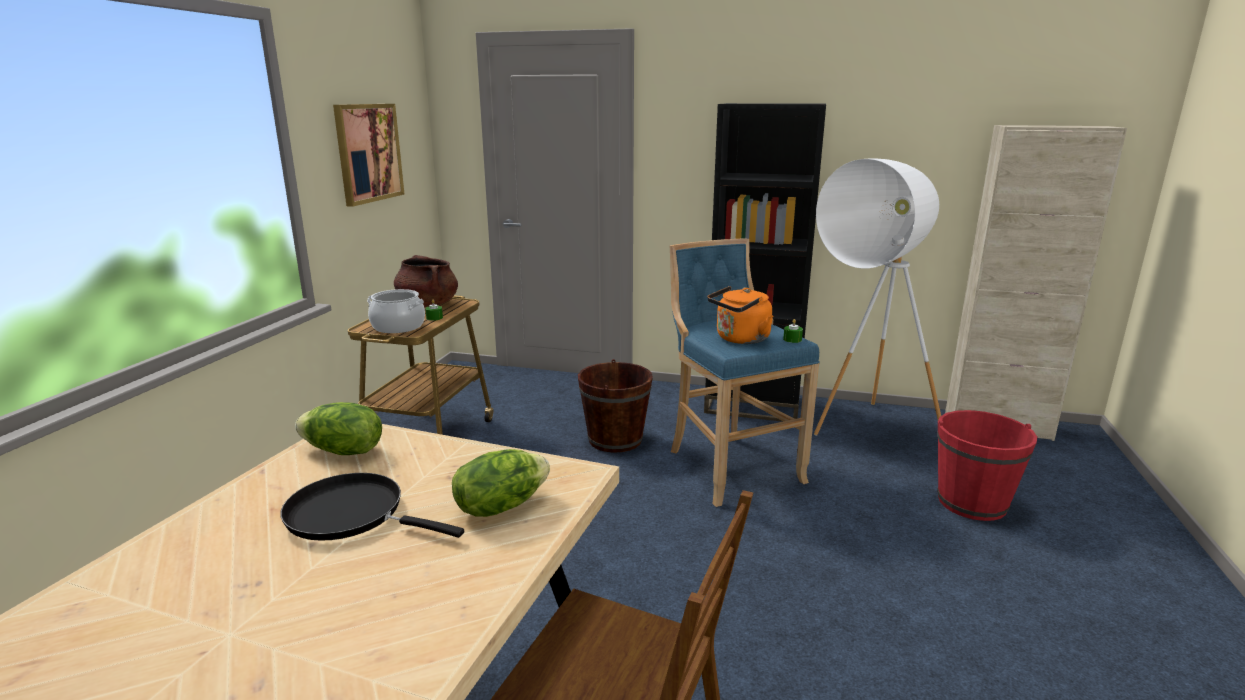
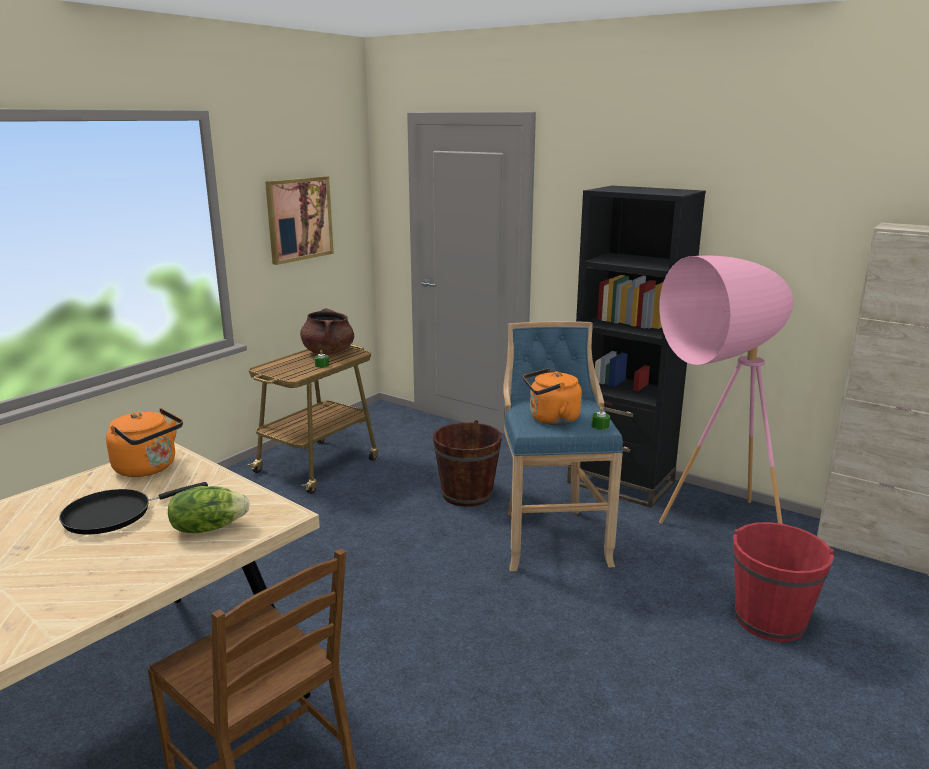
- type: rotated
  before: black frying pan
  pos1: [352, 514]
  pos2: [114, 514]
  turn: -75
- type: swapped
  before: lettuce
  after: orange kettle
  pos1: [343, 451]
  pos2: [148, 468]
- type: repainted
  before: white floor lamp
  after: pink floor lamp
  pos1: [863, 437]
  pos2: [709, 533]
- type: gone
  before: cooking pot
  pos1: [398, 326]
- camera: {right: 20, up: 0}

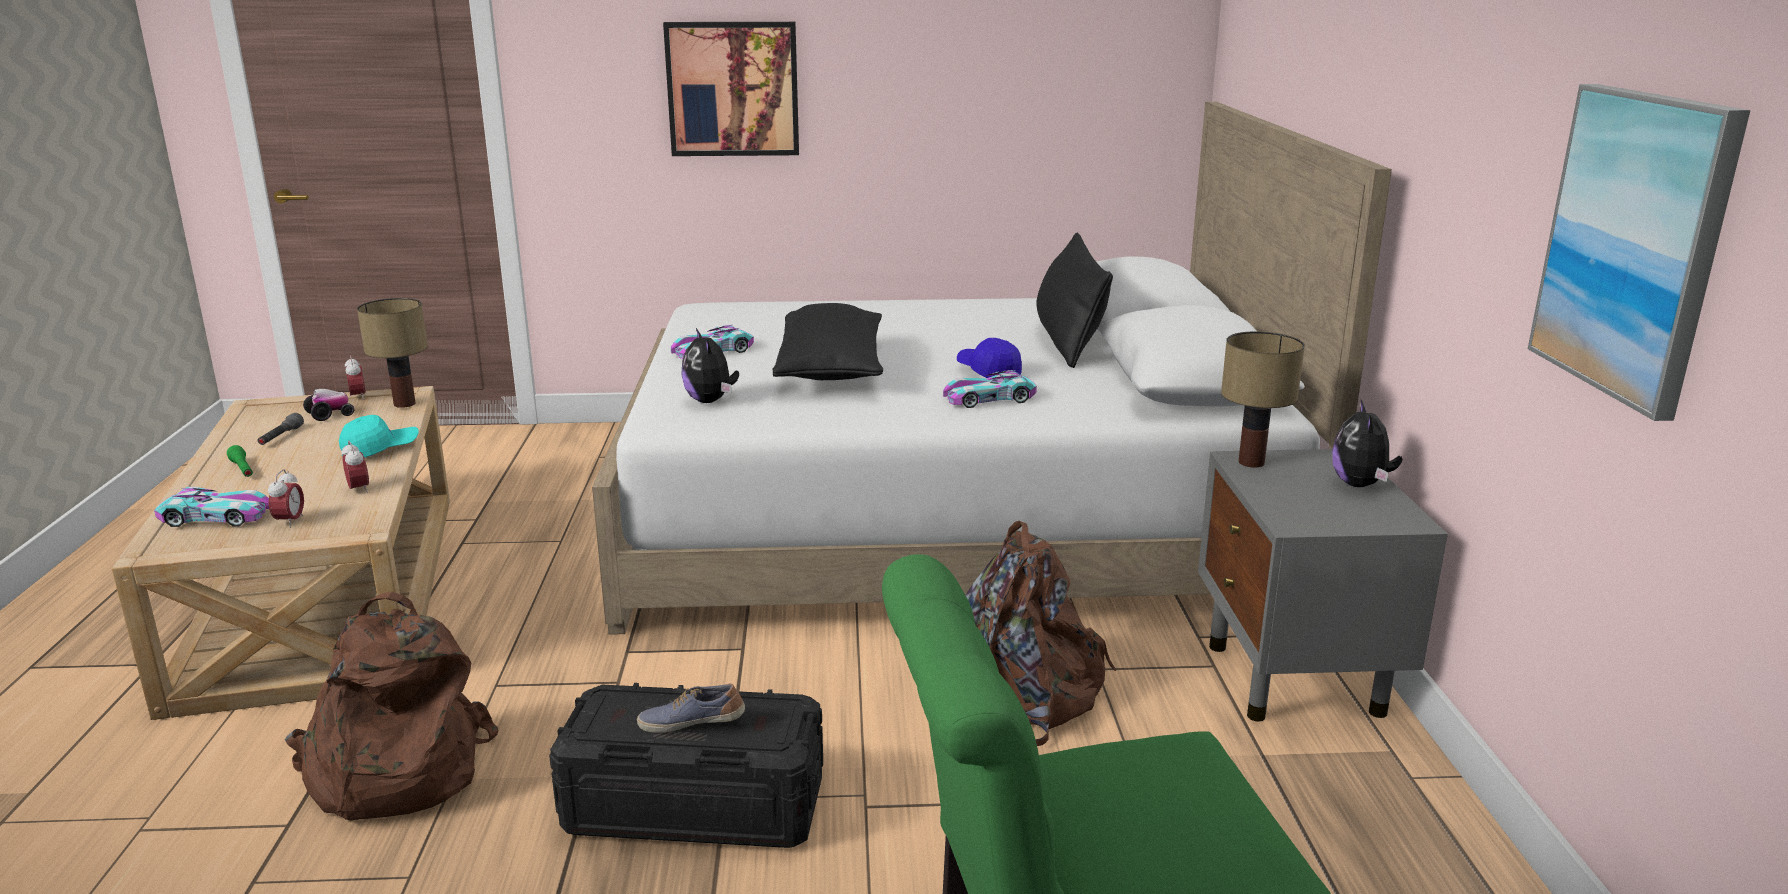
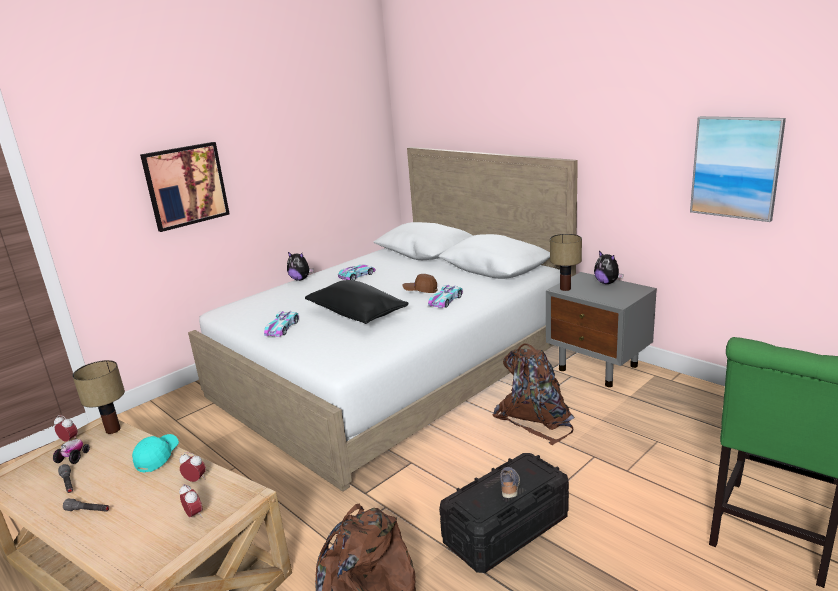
- type: repainted
  before: green flashlight
  after: grey flashlight
  pos1: [243, 470]
  pos2: [88, 511]
- type: shifted
  before: plush toy
  pos1: [710, 401]
  pos2: [300, 279]
- type: shifted
  before: toy car
  pos1: [216, 517]
  pos2: [357, 276]
- type: repainted
  before: blue cap
  after: brown cap
  pos1: [988, 372]
  pos2: [420, 291]
- type: rotated
  before: shoe
  pos1: [692, 723]
  pos2: [510, 487]
  turn: 135
- type: gone
  before: black pillow
  pos1: [1069, 340]
- camera: {right: -40, up: 0}

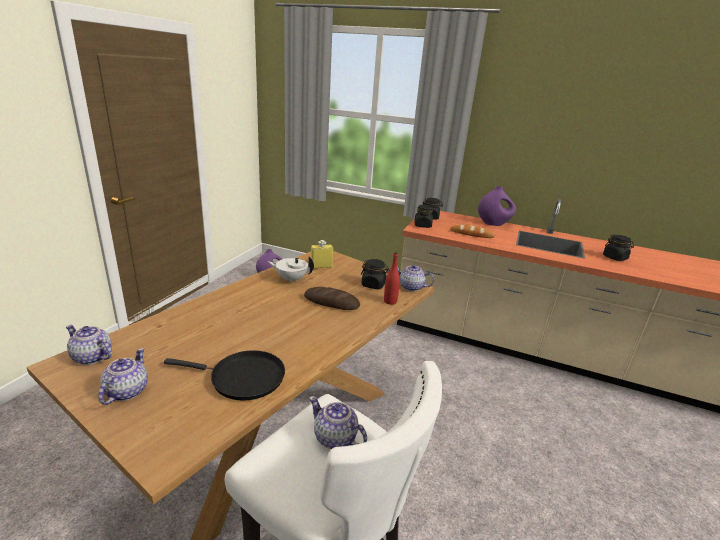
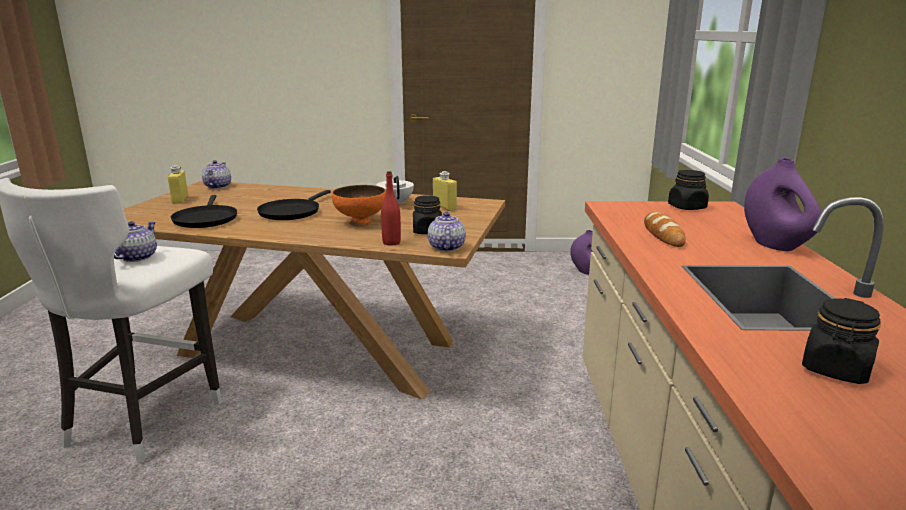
- type: swapped
  before: teapot
  after: yellow bottle
  pos1: [126, 392]
  pos2: [180, 200]
- type: new
  after: black frying pan
  pos2: [291, 212]
- type: swapped
  before: bread
  after: orange bowl
  pos1: [331, 302]
  pos2: [361, 222]
- type: gone
  before: black jar
  pos1: [422, 225]
- camera: {right: 70, up: -5}

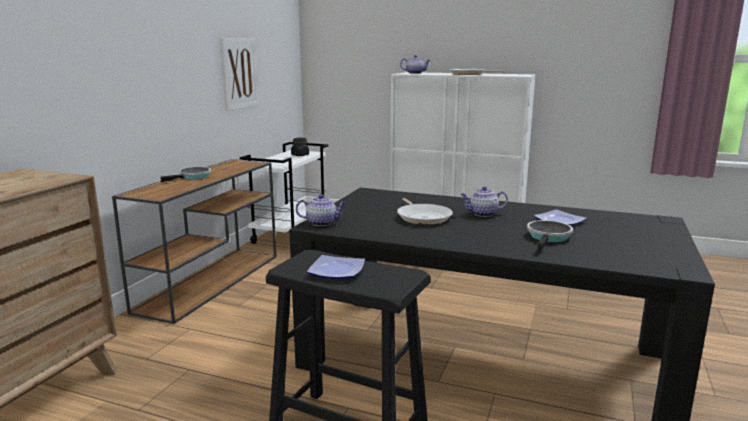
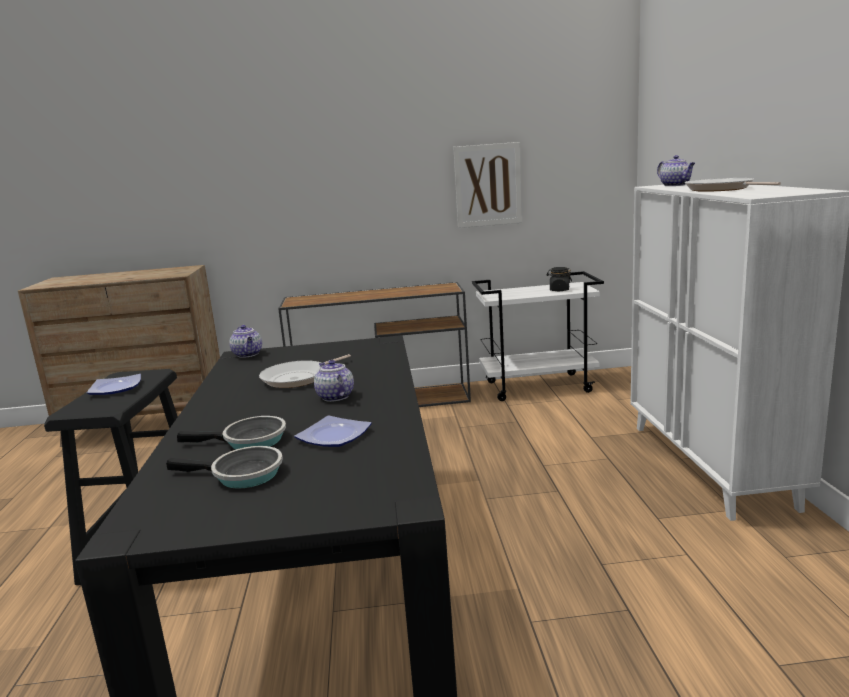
- type: shifted
  before: frying pan
  pos1: [193, 177]
  pos2: [242, 475]
- camera: {right: 65, up: 0}

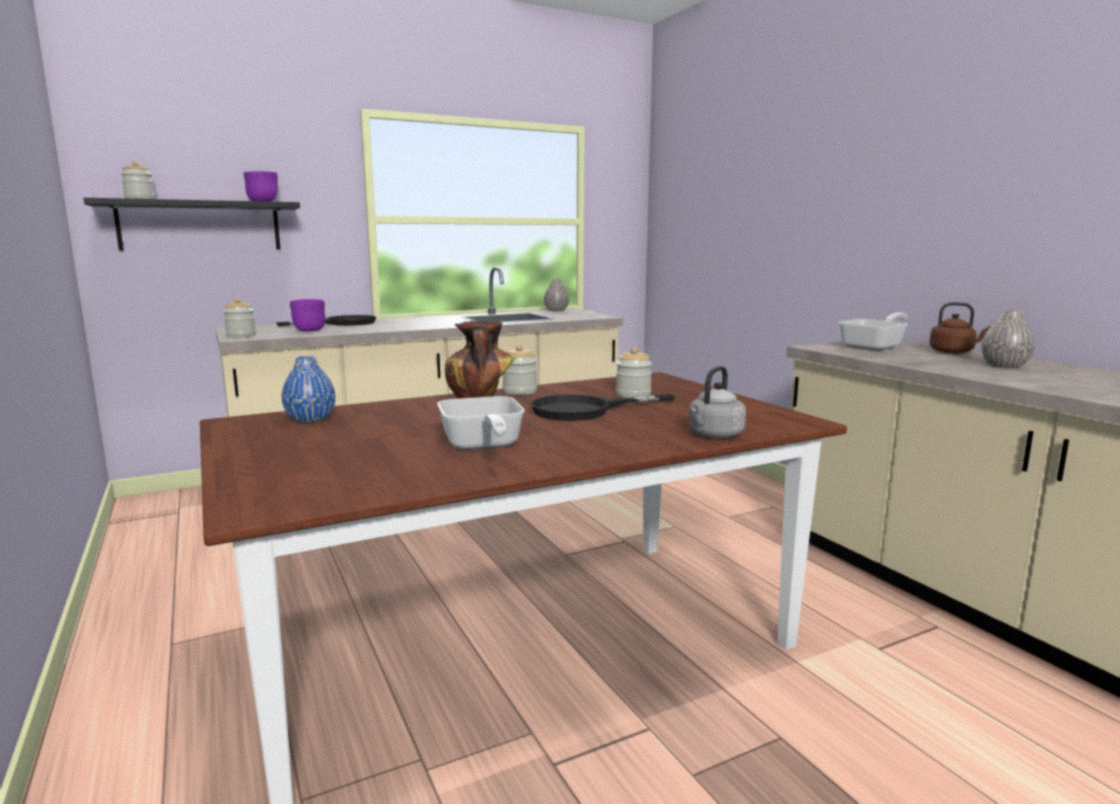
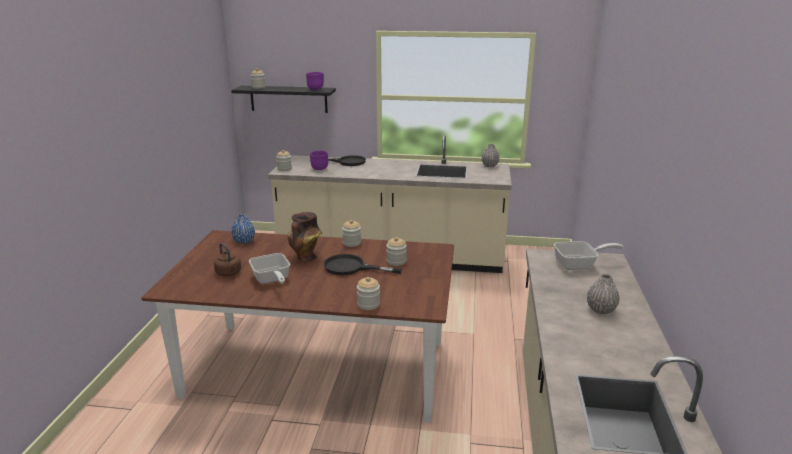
- type: shifted
  before: brown kettle
  pos1: [953, 352]
  pos2: [229, 273]
- type: rotated
  before: frying pan
  pos1: [481, 446]
  pos2: [271, 280]
  turn: -45
- type: swapped
  before: grey kettle
  after: jar
  pos1: [714, 435]
  pos2: [368, 304]
- camera: {right: 35, up: 10}

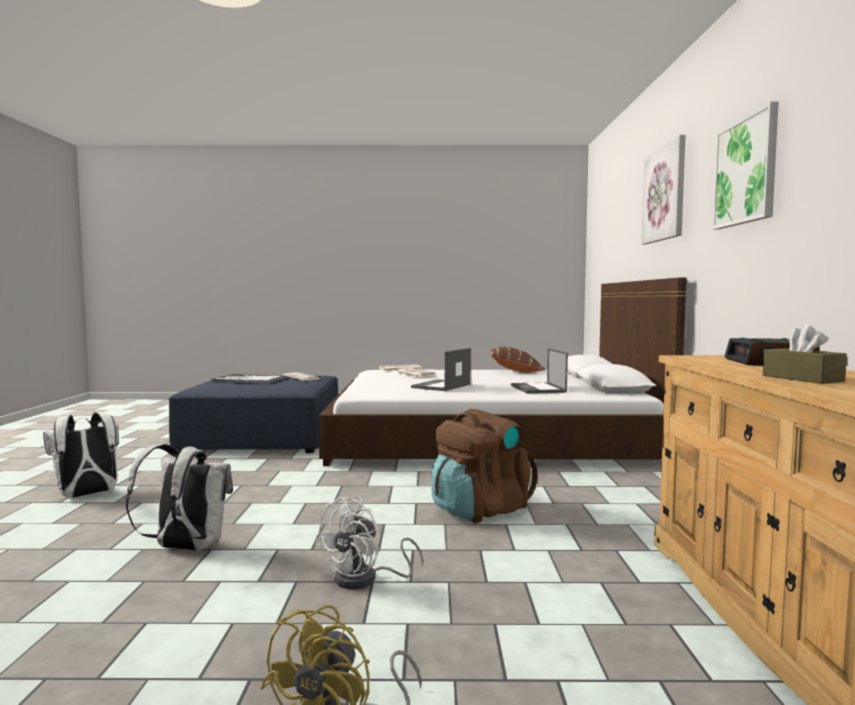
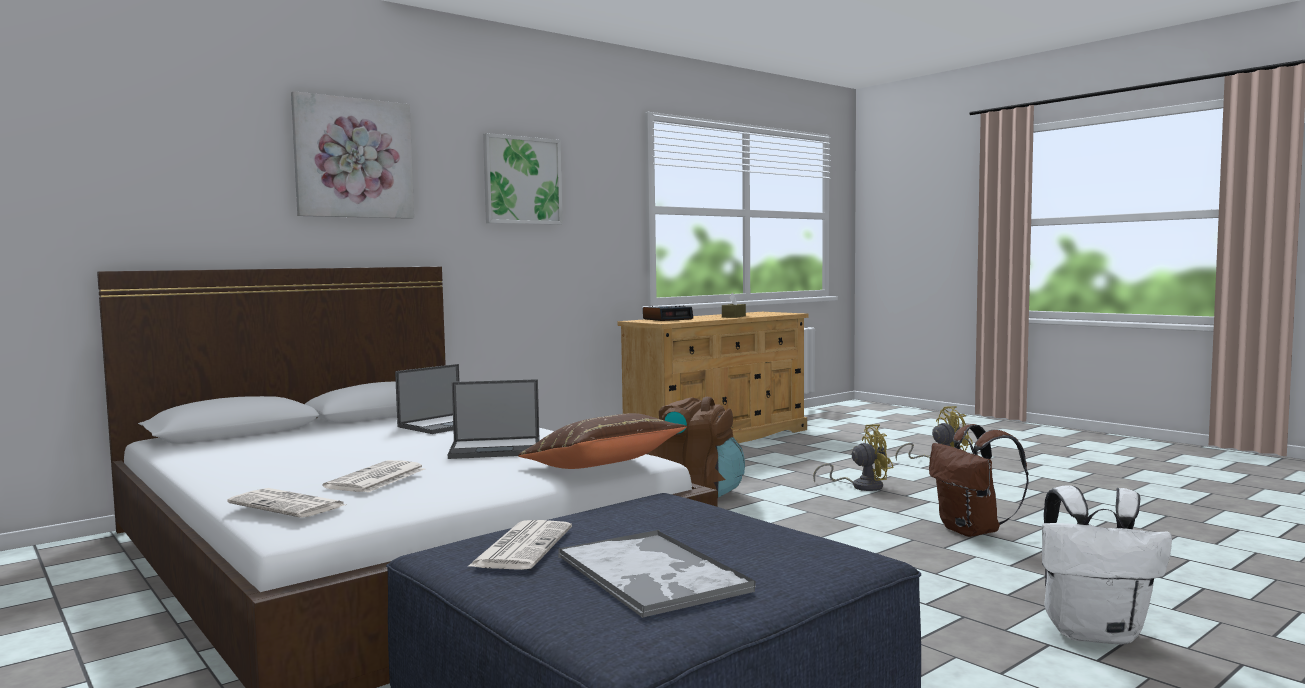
- type: shifted
  before: brown pillow
  pos1: [515, 371]
  pos2: [602, 467]
- type: repainted
  before: white fan
  after: yellow fan
  pos1: [365, 579]
  pos2: [861, 486]
- type: repainted
  before: white backpack
  after: brown backpack
  pos1: [185, 548]
  pos2: [973, 531]
- camera: {right: -130, up: 0}

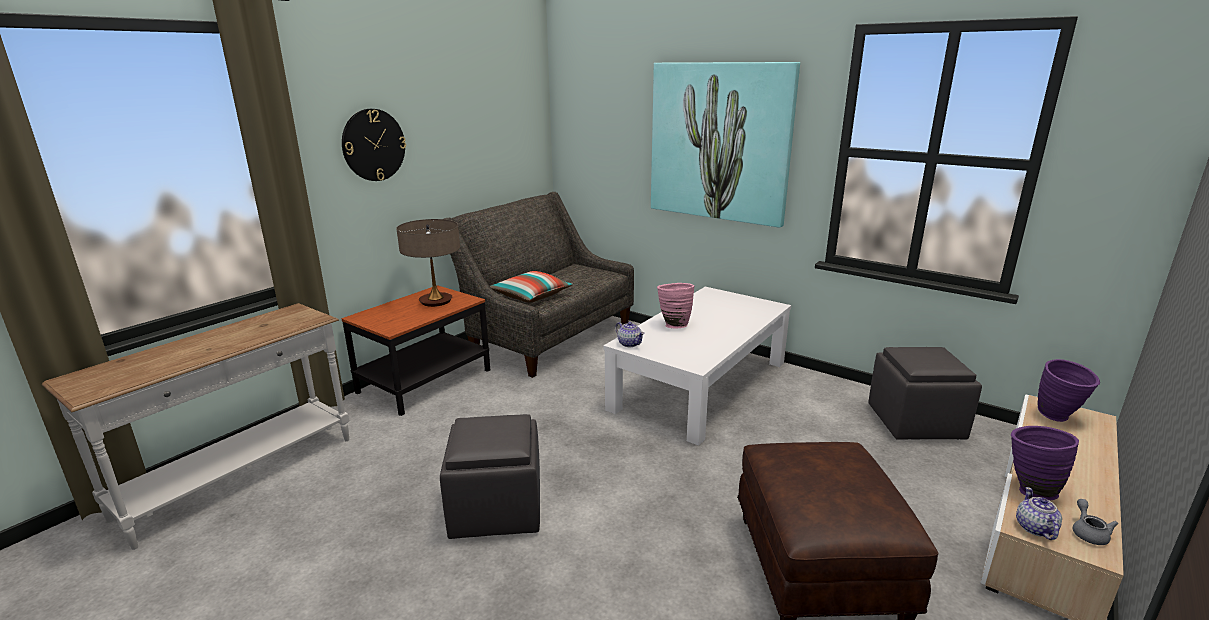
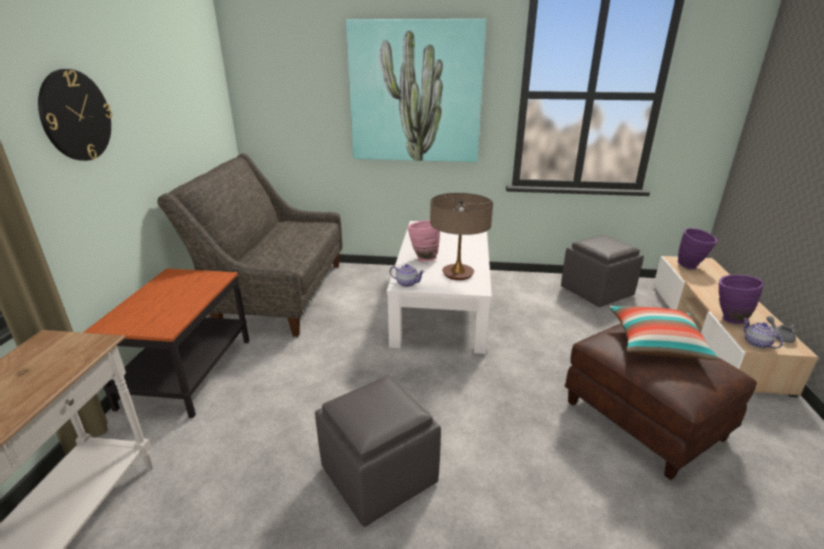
- type: shifted
  before: table lamp
  pos1: [436, 301]
  pos2: [458, 274]
- type: shifted
  before: pillow
  pos1: [531, 296]
  pos2: [656, 343]
- camera: {right: -30, up: 5}

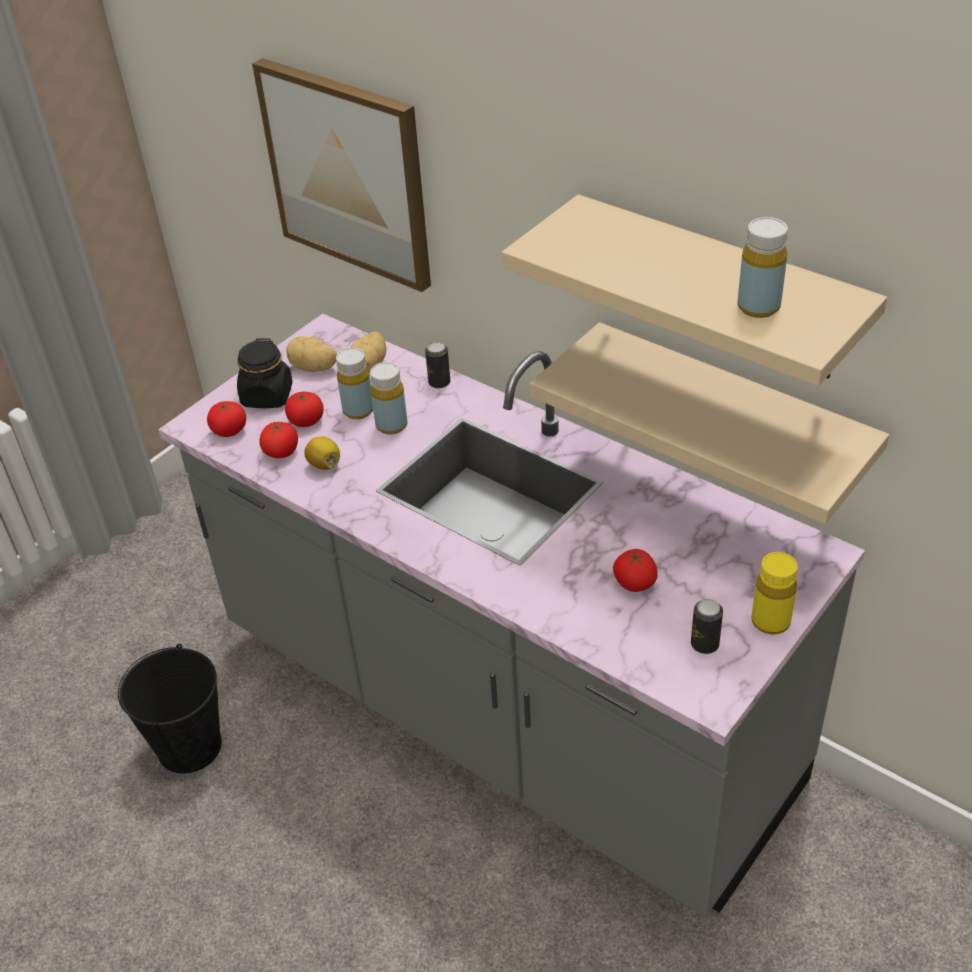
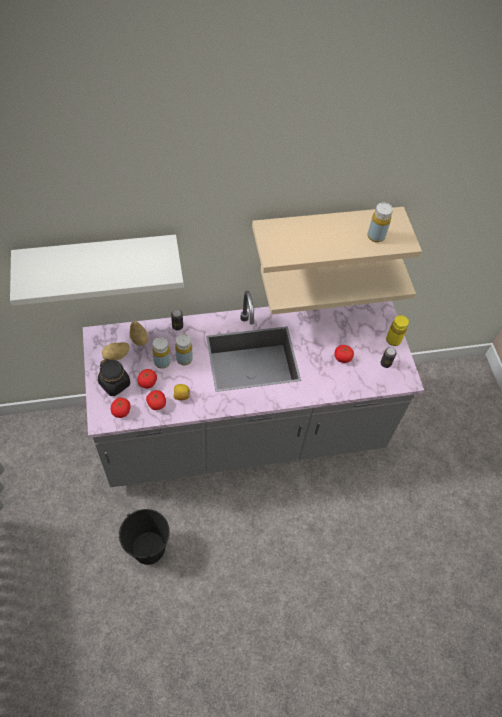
- type: swapped
  before: picture
  after: white shelf
  pos1: [348, 173]
  pos2: [98, 259]
- camera: {right: -55, up: 15}

